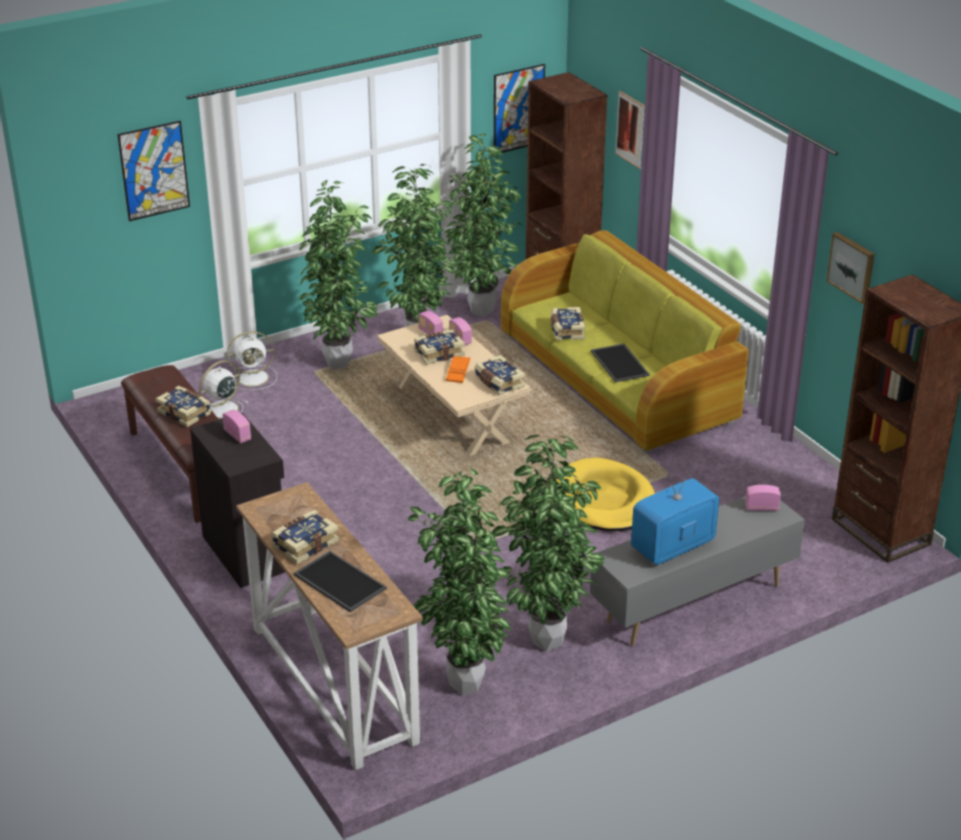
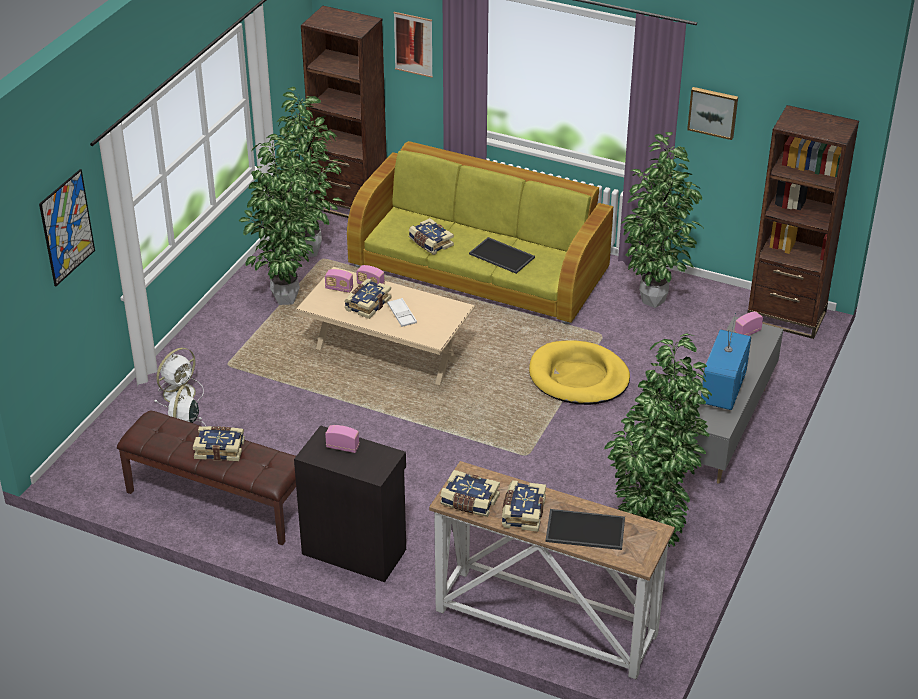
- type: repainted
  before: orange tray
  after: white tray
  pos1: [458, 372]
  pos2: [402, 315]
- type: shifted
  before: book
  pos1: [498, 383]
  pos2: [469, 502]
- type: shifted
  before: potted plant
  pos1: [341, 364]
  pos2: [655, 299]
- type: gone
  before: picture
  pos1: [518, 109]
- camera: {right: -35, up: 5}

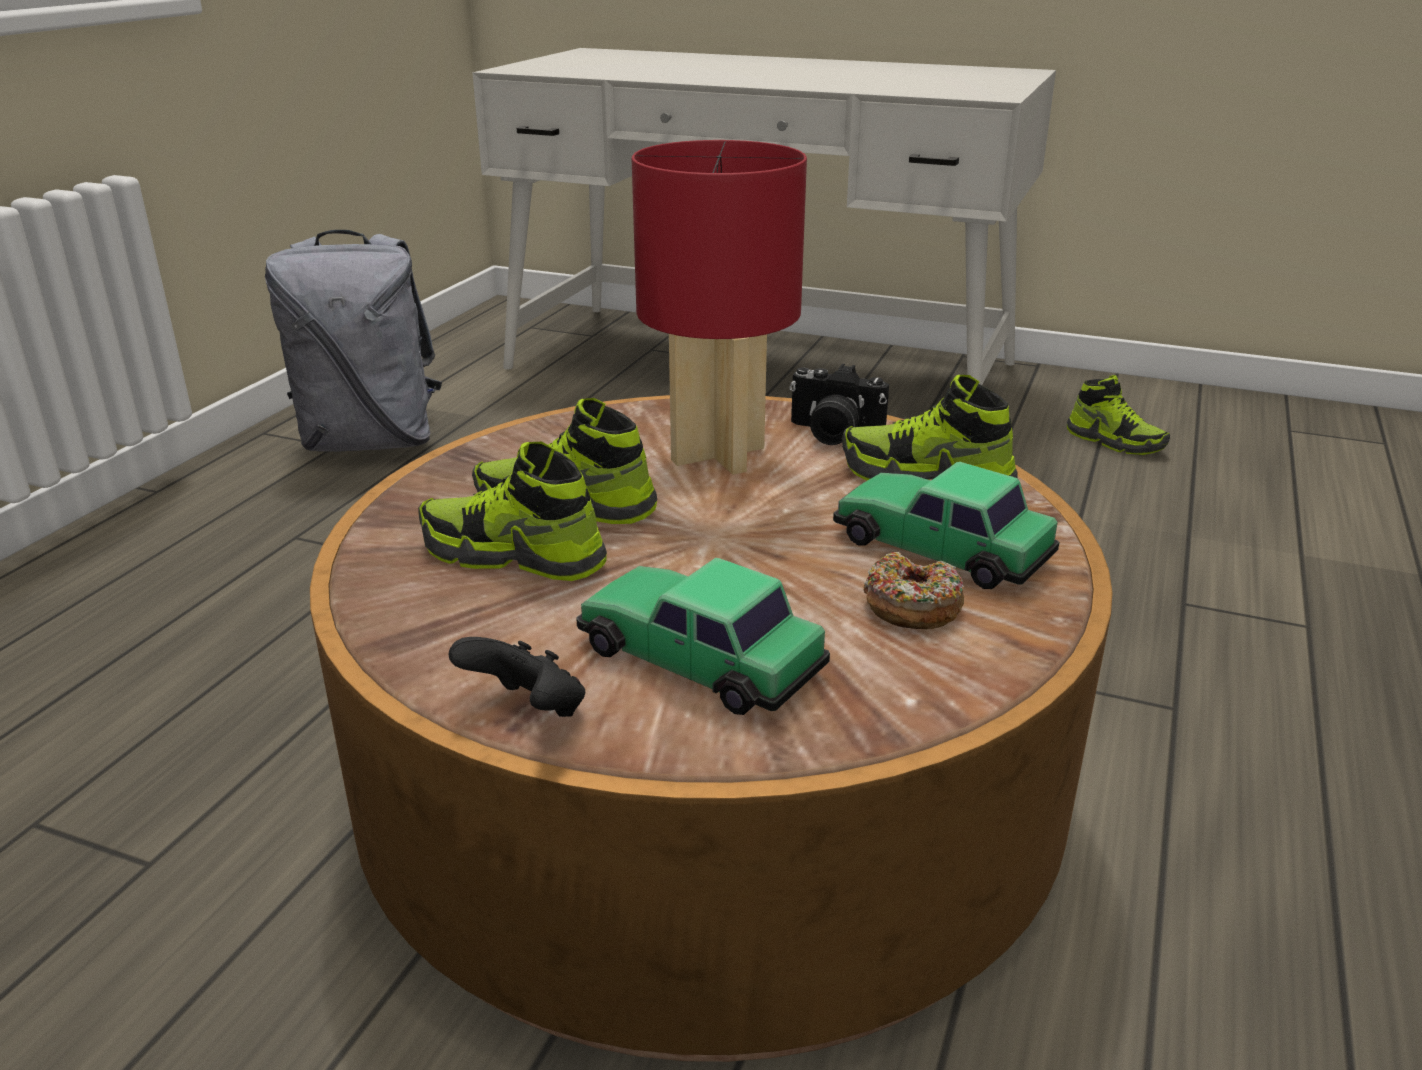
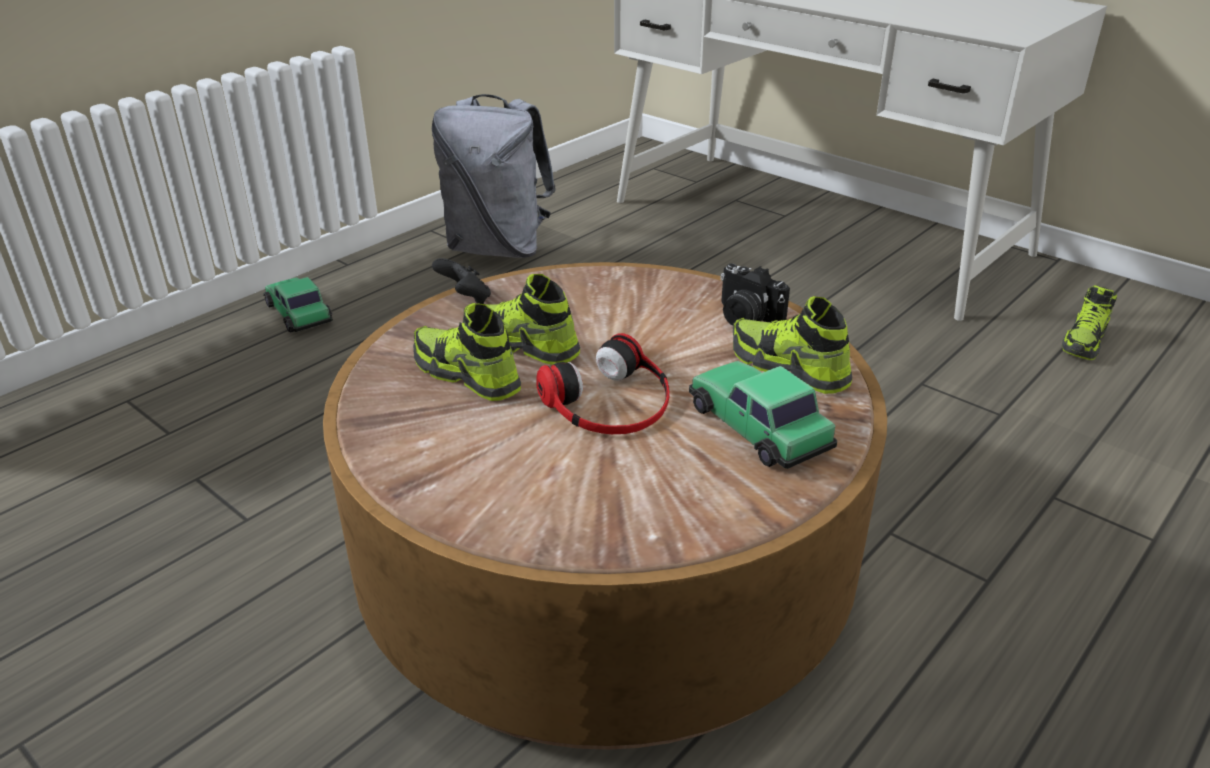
- type: shifted
  before: toy car
  pos1: [698, 657]
  pos2: [298, 313]
- type: shifted
  before: black game controller
  pos1: [528, 711]
  pos2: [465, 299]
- type: new
  after: headphones
  pos2: [610, 402]
- type: rotated
  before: shoe
  pos1: [1115, 441]
  pos2: [1084, 342]
  turn: 60
- type: gone
  before: red table lamp
  pos1: [719, 455]
- type: gone
  before: donut
  pos1: [911, 606]
- camera: {right: 20, up: 5}

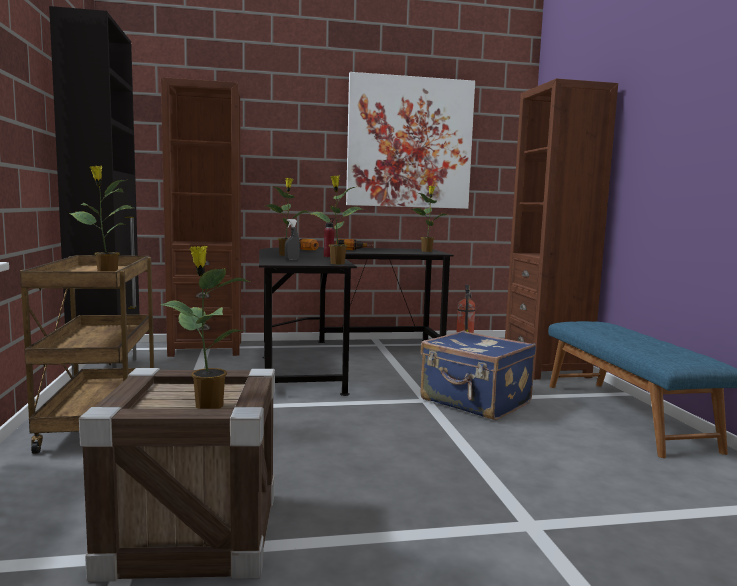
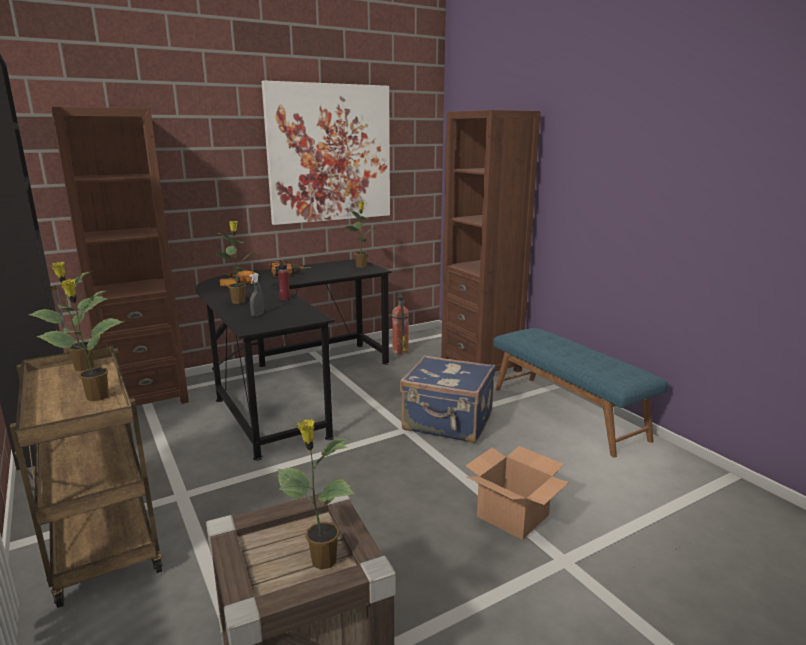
- type: shifted
  before: potted plant
  pos1: [336, 263]
  pos2: [83, 368]
- type: new
  after: cardboard box
  pos2: [511, 515]
- camera: {right: -20, up: 10}

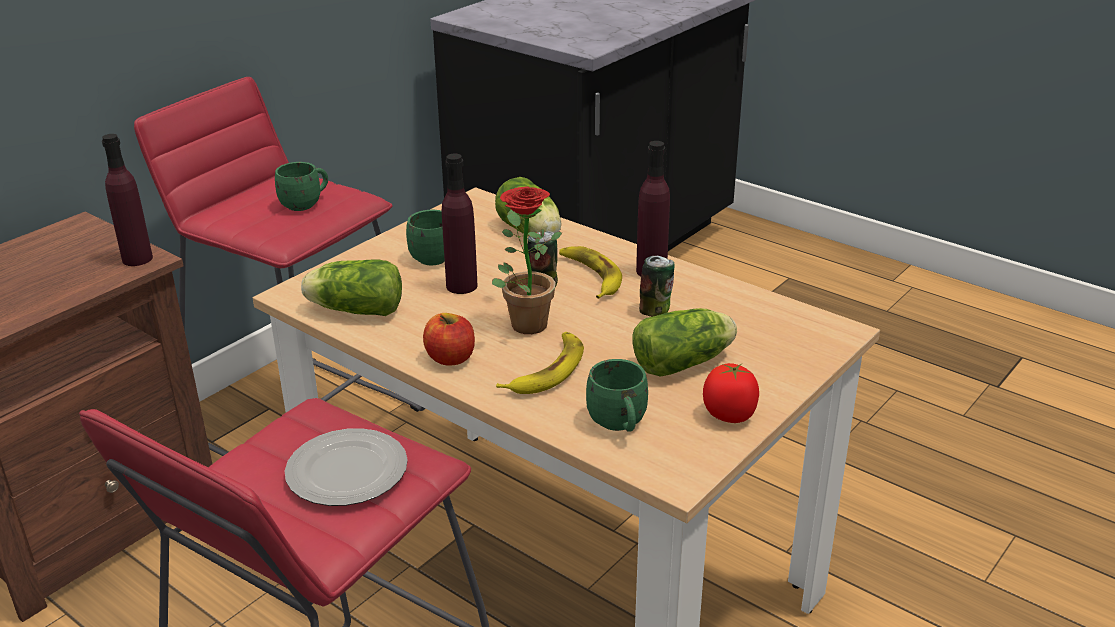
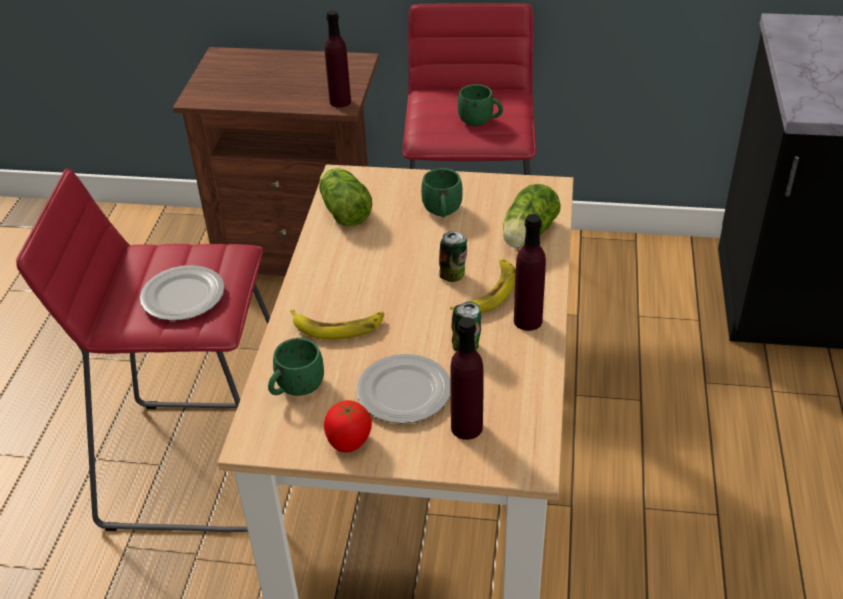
- type: swapped
  before: lettuce
  after: plate
  pos1: [685, 362]
  pos2: [404, 391]
- type: shifted
  before: purple bottle
  pos1: [461, 286]
  pos2: [466, 427]
- type: gone
  before: apple
  pos1: [450, 358]
- type: gone
  before: potted plant
  pos1: [524, 321]
- camera: {right: 60, up: 10}

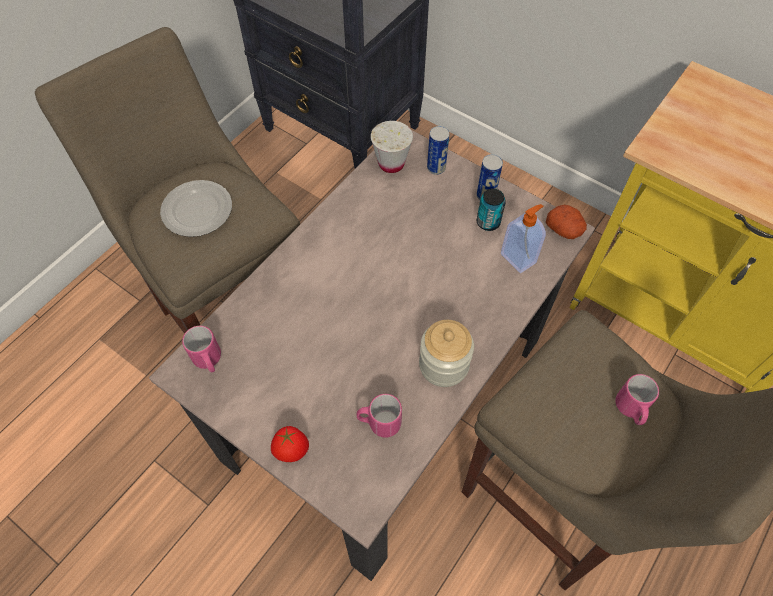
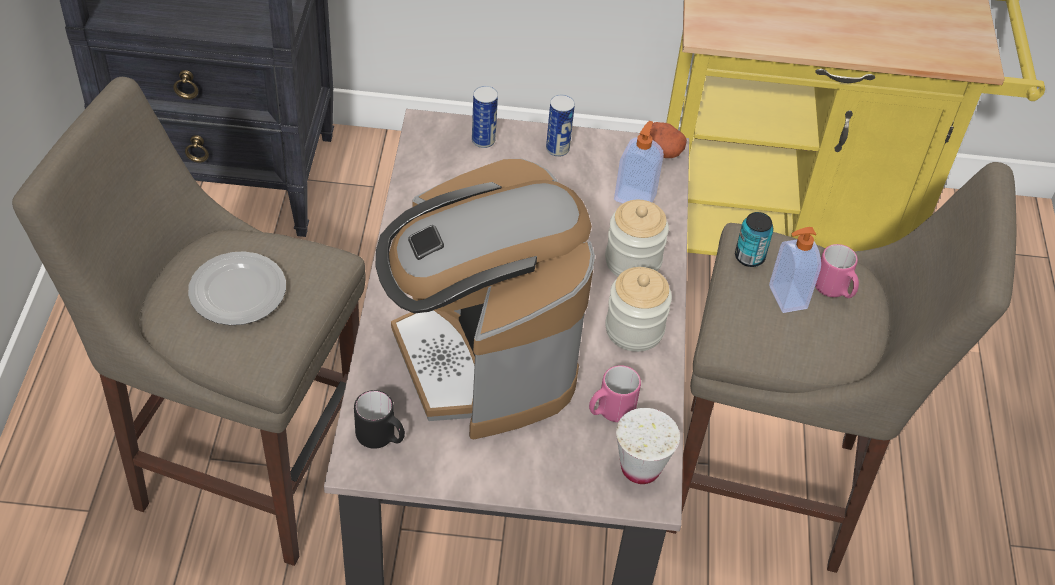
- type: repainted
  before: pink mug
  after: black mug
  pos1: [208, 361]
  pos2: [381, 438]
- type: new
  after: coffee machine
  pos2: [482, 358]
- type: new
  after: jar
  pos2: [633, 261]
- type: shifted
  before: white cup
  pos1: [391, 163]
  pos2: [640, 468]
- type: shifted
  before: can
  pos1: [488, 222]
  pos2: [749, 257]
- type: new
  after: soap dispenser
  pos2: [786, 297]
- type: gone
  before: tomato
  pos1: [292, 451]
- camera: {right: -35, up: -10}

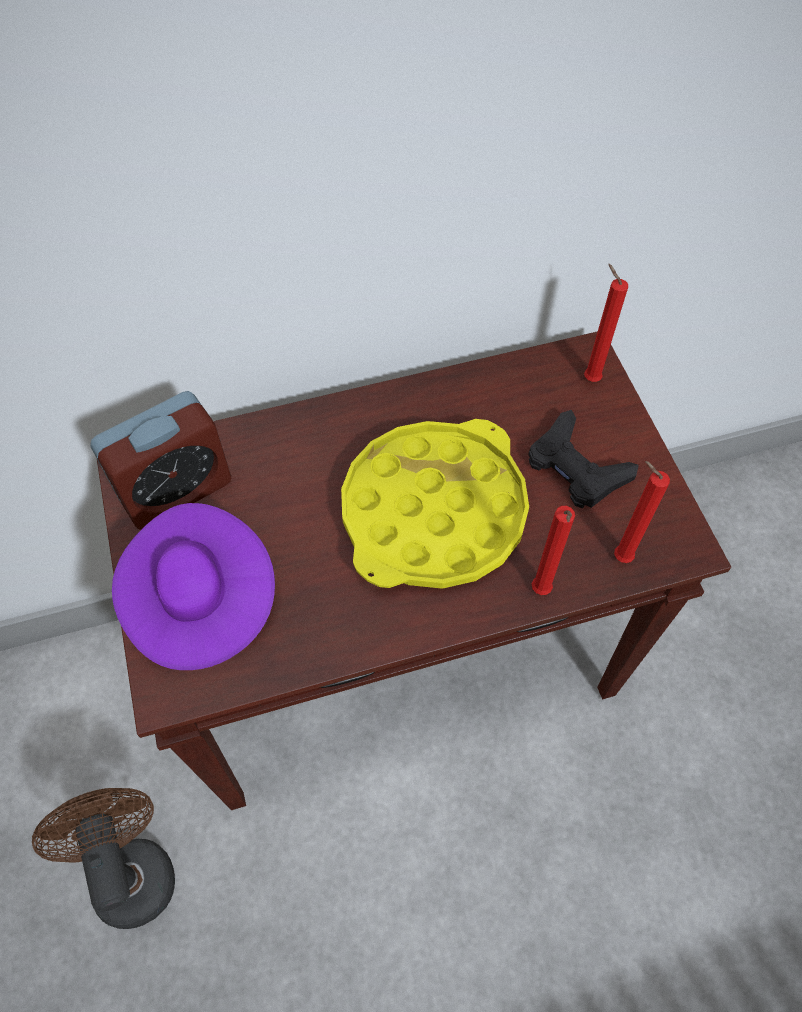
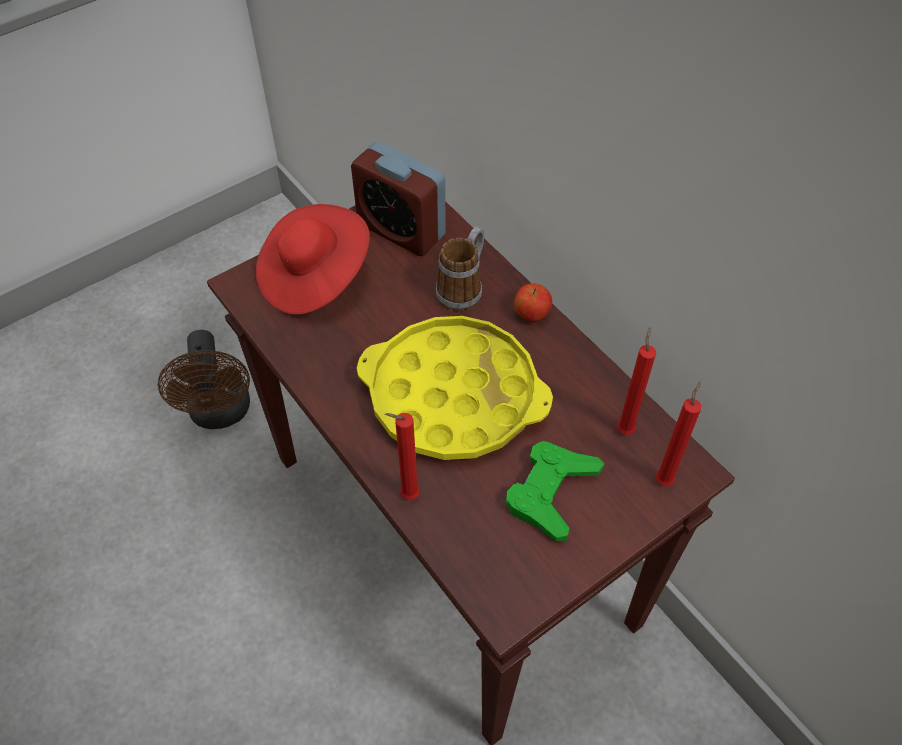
- type: rotated
  before: brown fan
  pos1: [130, 869]
  pos2: [221, 413]
  turn: 120
- type: repainted
  before: purple hat
  after: red hat
  pos1: [200, 603]
  pos2: [314, 277]
- type: new
  after: mug
  pos2: [463, 288]
- type: repainted
  before: black game controller
  after: green game controller
  pos1: [576, 467]
  pos2: [551, 492]
- type: new
  after: apple
  pos2: [531, 314]
- type: shifted
  before: red candle
  pos1: [619, 556]
  pos2: [625, 428]
- camera: {right: 70, up: -5}

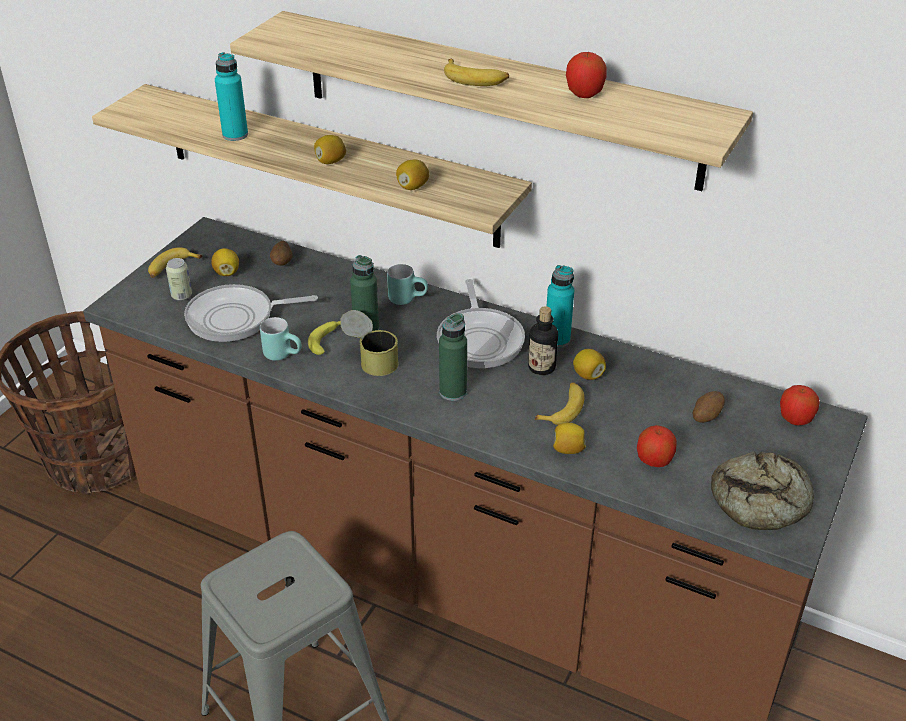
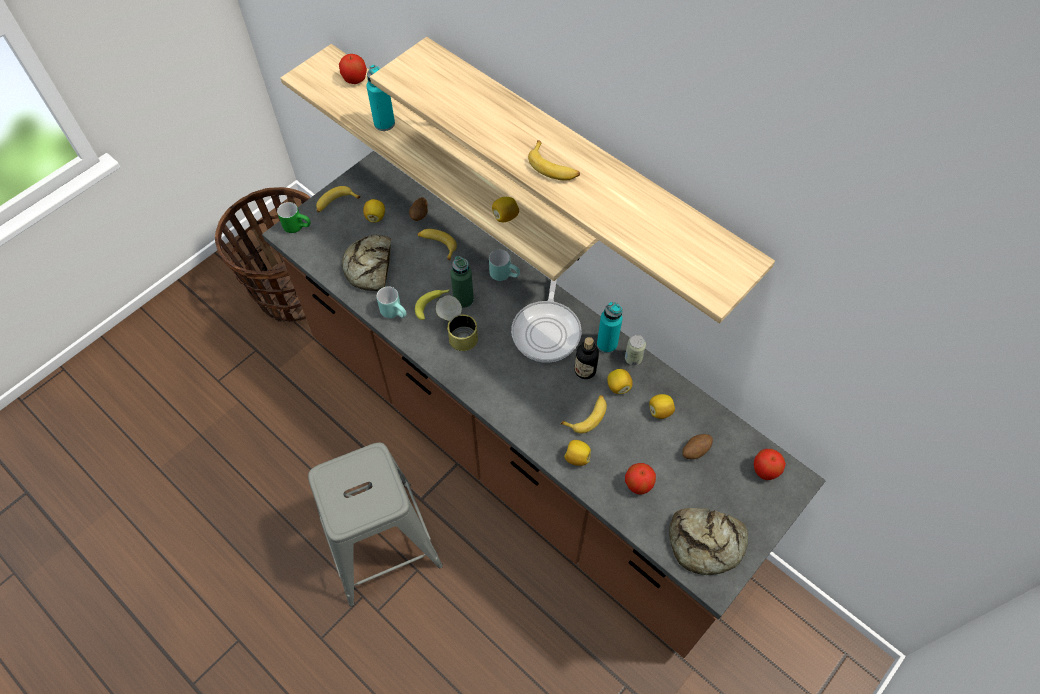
- type: new
  after: green mug
  pos2: [298, 226]
- type: shifted
  before: apple
  pos1: [584, 94]
  pos2: [355, 79]
- type: swapped
  before: frying pan
  after: bread
  pos1: [236, 318]
  pos2: [370, 267]
- type: new
  after: banana
  pos2: [437, 245]
- type: shifted
  before: can
  pos1: [181, 295]
  pos2: [633, 358]
- type: shifted
  before: lemon
  pos1: [330, 161]
  pos2: [660, 411]
- type: gone
  before: green bottle
  pos1: [453, 392]
- camera: {right: 15, up: 20}

